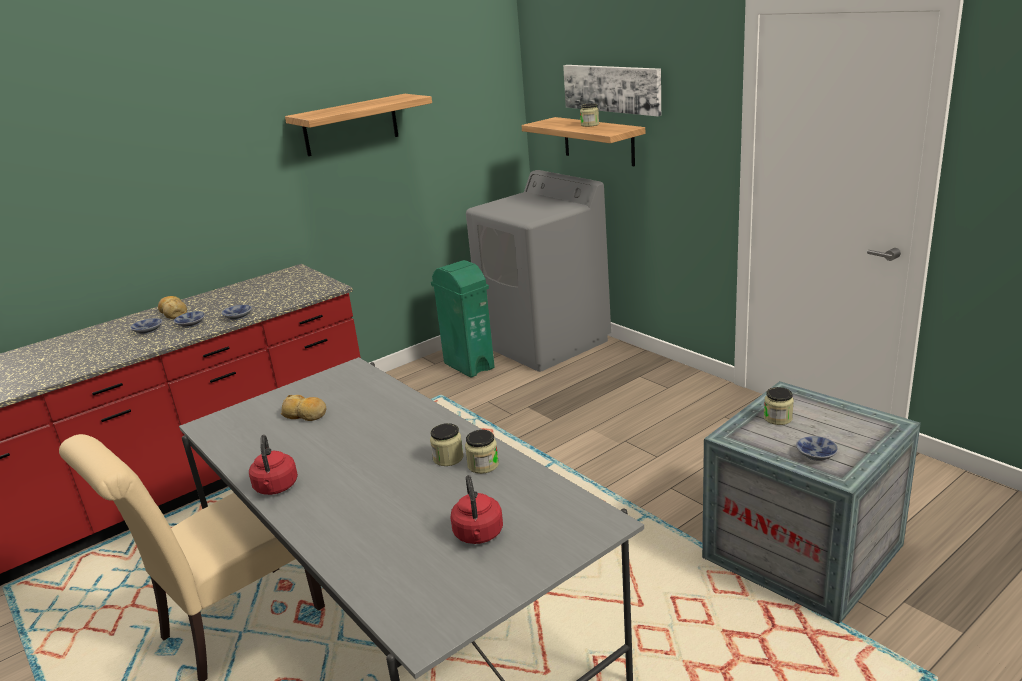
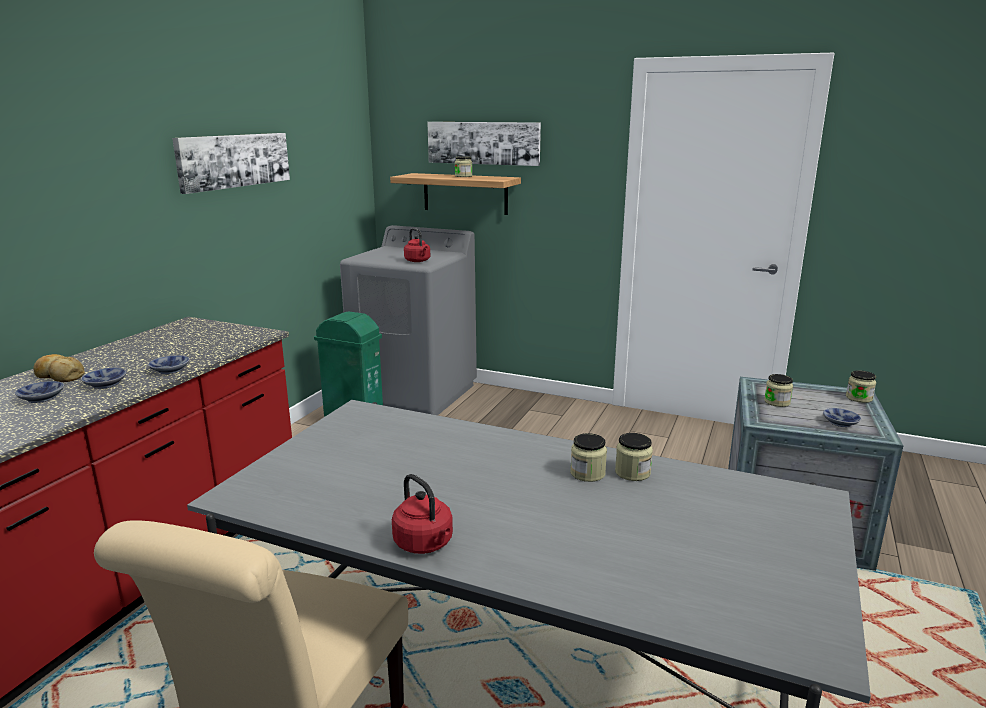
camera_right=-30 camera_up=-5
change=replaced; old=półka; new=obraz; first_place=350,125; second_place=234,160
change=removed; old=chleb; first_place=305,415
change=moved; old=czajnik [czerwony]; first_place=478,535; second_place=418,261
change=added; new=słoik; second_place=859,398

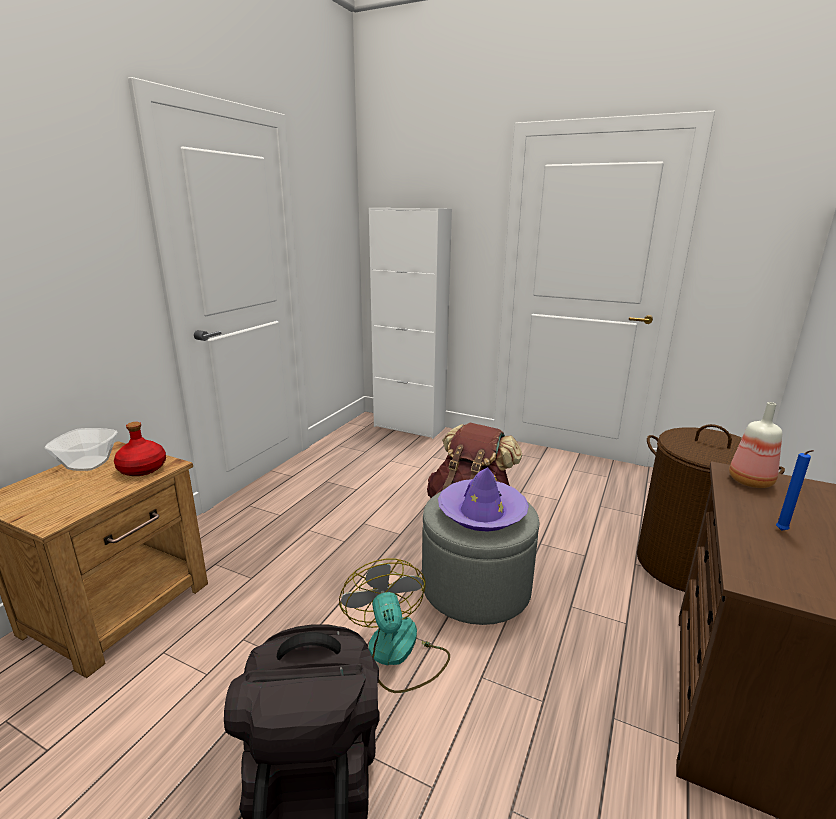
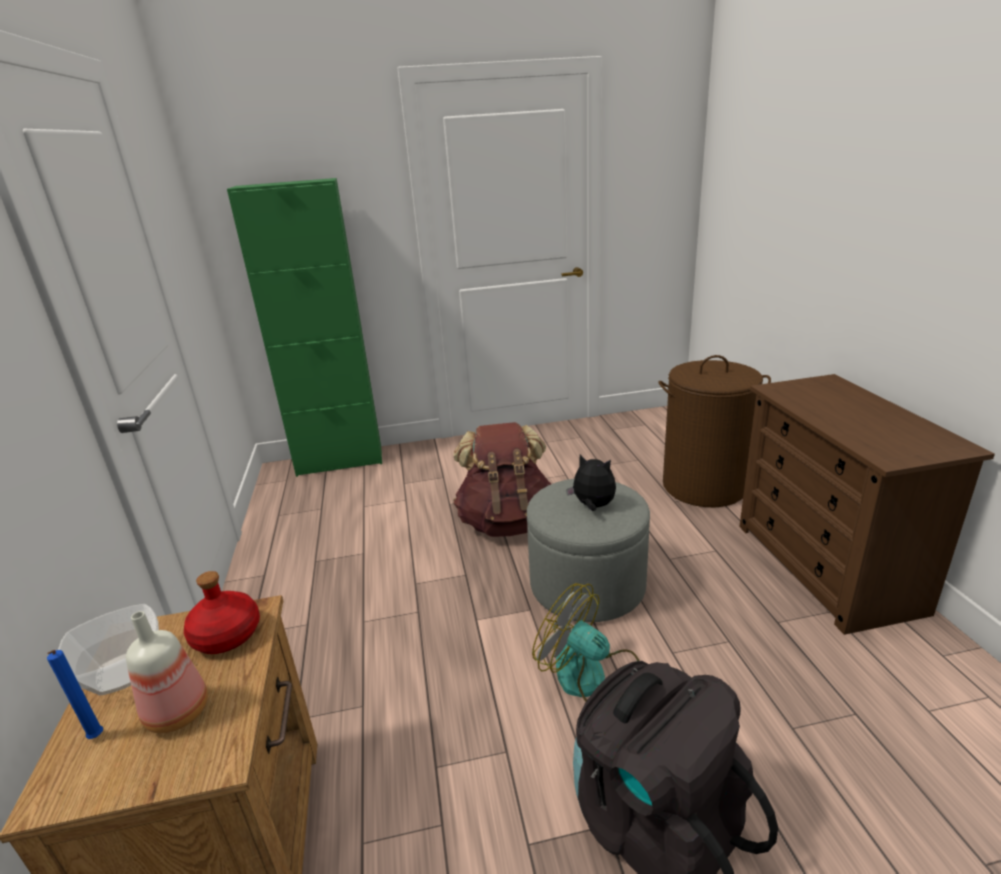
camera_right=-35 camera_up=5
change=recoloured; old=szafka [biały]; new=szafka [zielony]; first_place=409,427; second_place=340,461
change=moved; old=butelka; first_place=751,482; second_place=179,713
change=moved; old=świeca [niebieski]; first_place=782,531; second_place=96,739
change=replaced; old=kapelusz [fioletowy]; new=pluszak; first_place=481,512; second_place=593,506

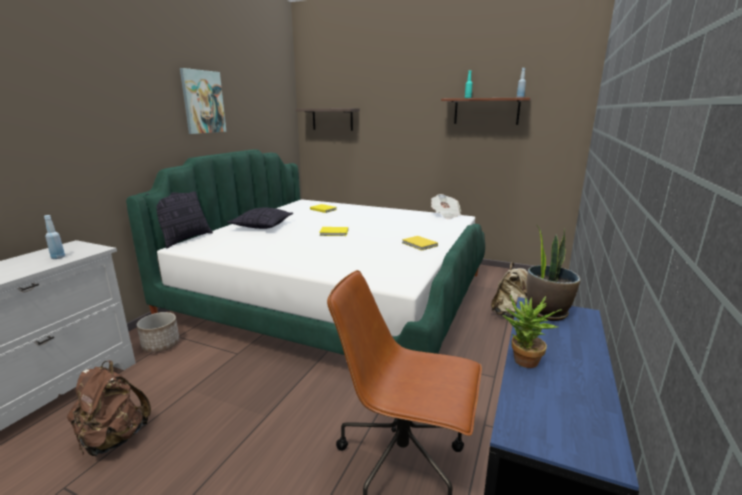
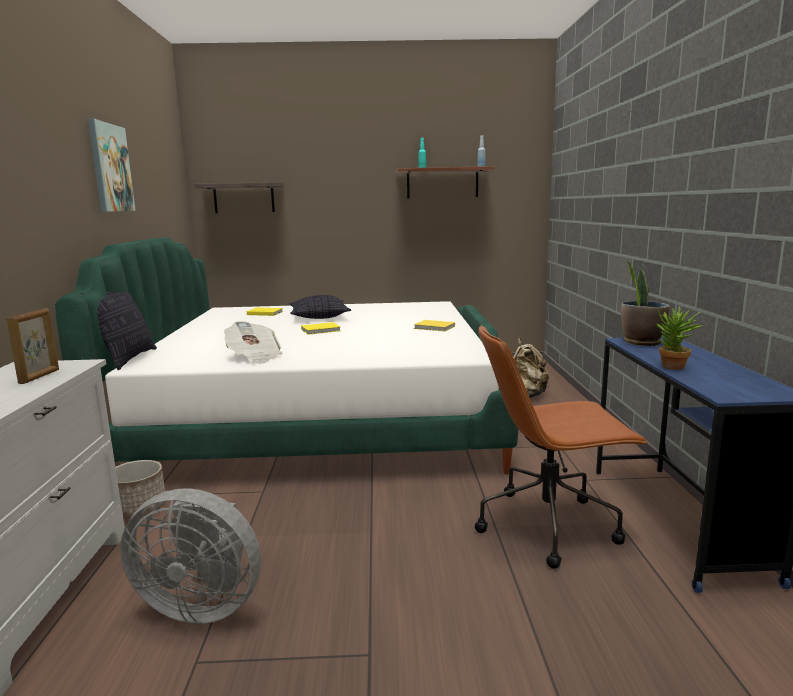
camera_right=-25 camera_up=-5
change=moved; old=gazeta; first_place=445,215; second_place=254,357
change=moved; old=poduszka; first_place=262,226; second_place=319,317
change=replaced; old=butelka [niebieski]; new=ramka na zdjęcie; first_place=58,257; second_place=40,376
change=replaced; old=plecak [brązowy]; new=wentylator [szary]; first_place=113,439; second_place=202,604

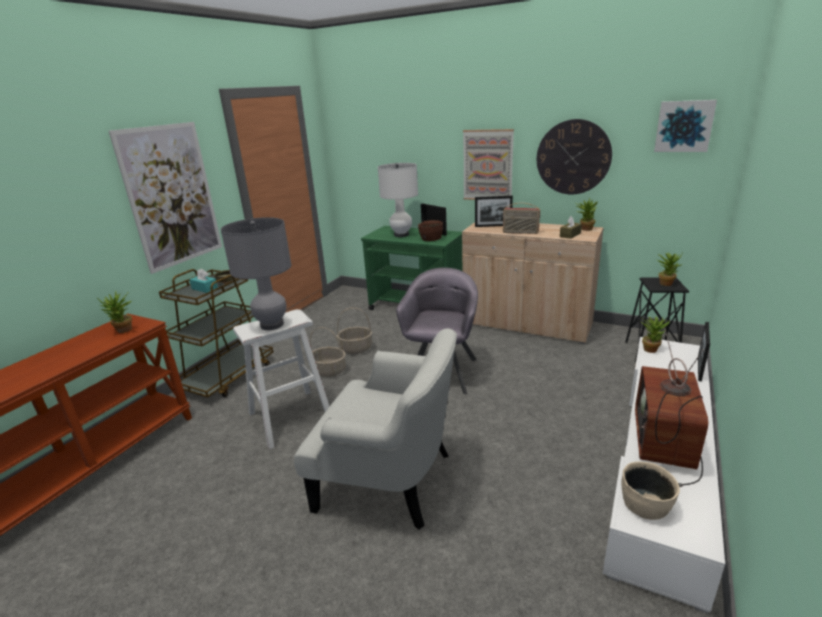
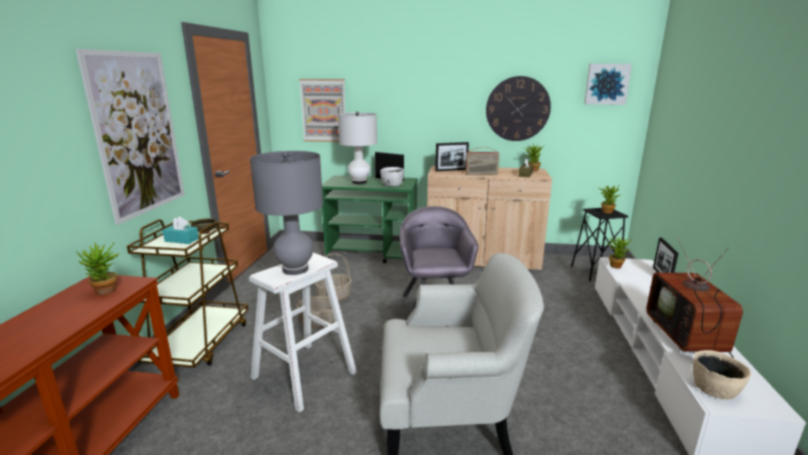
camera_right=-20 camera_up=-5
change=moved; old=obraz; first_place=488,165; second_place=324,110
change=recoloured; old=miska [brązowy]; new=miska [biały]; first_place=430,239; second_place=391,184

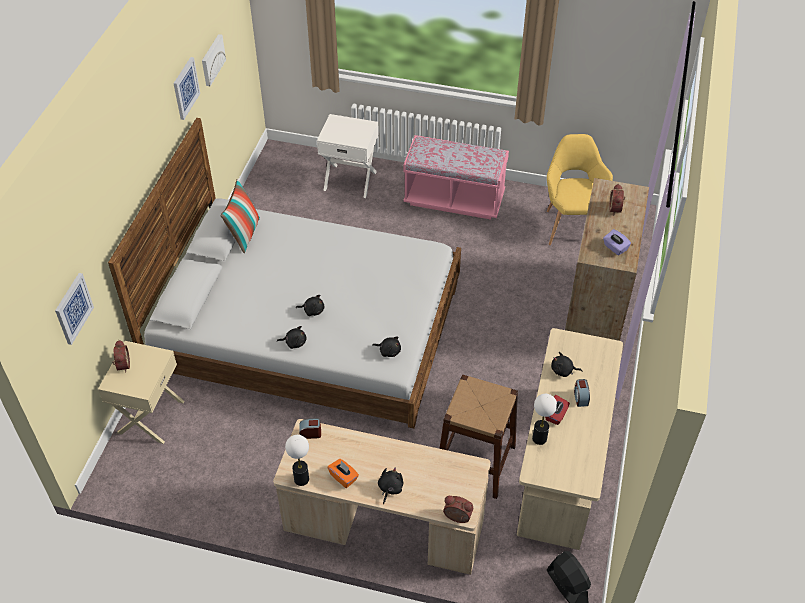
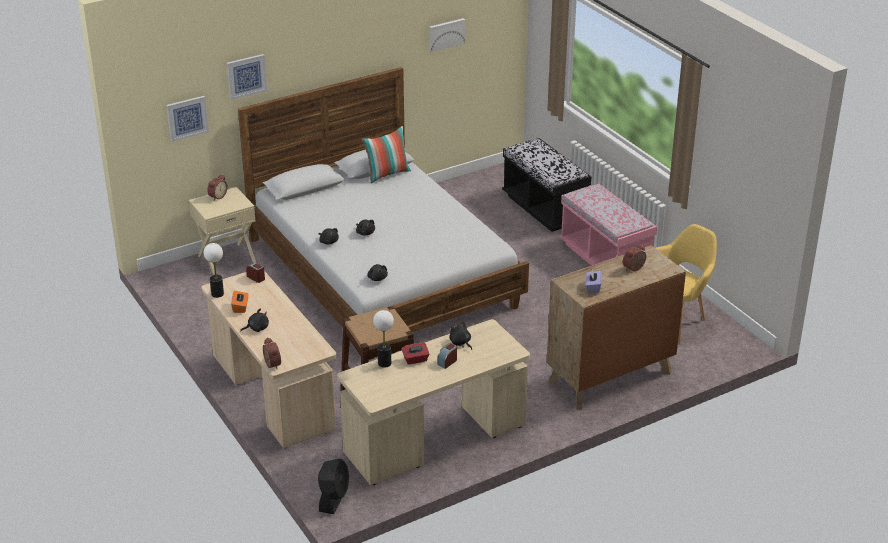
camera_right=45 camera_up=-15
change=moved; old=obraz; first_place=185,88; second_place=246,76
change=replaced; old=szafka nocna [biały]; new=ławka [czarny]; first_place=350,180; second_place=544,208

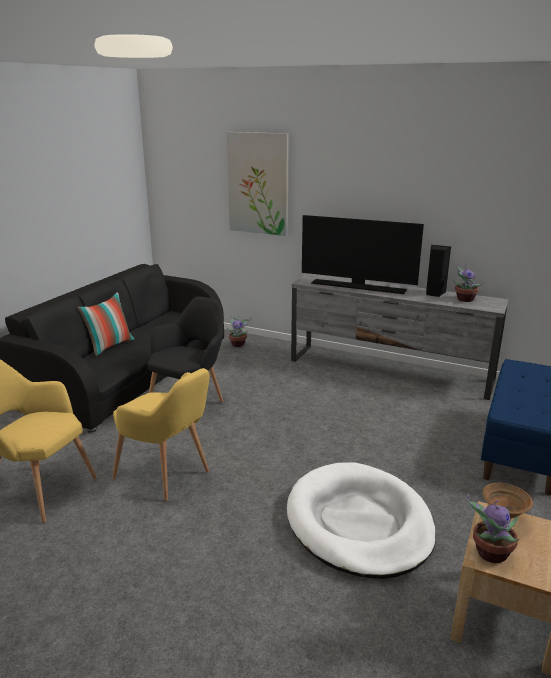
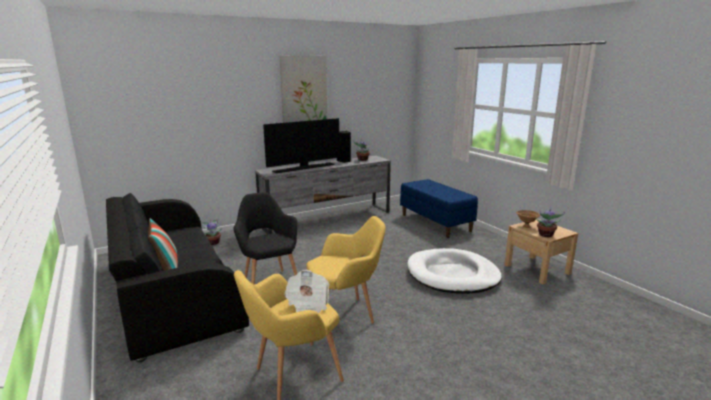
camera_right=-55 camera_up=-5
change=moved; old=obraz; first_place=258,184; second_place=304,93
change=added; new=gazeta; second_place=307,305

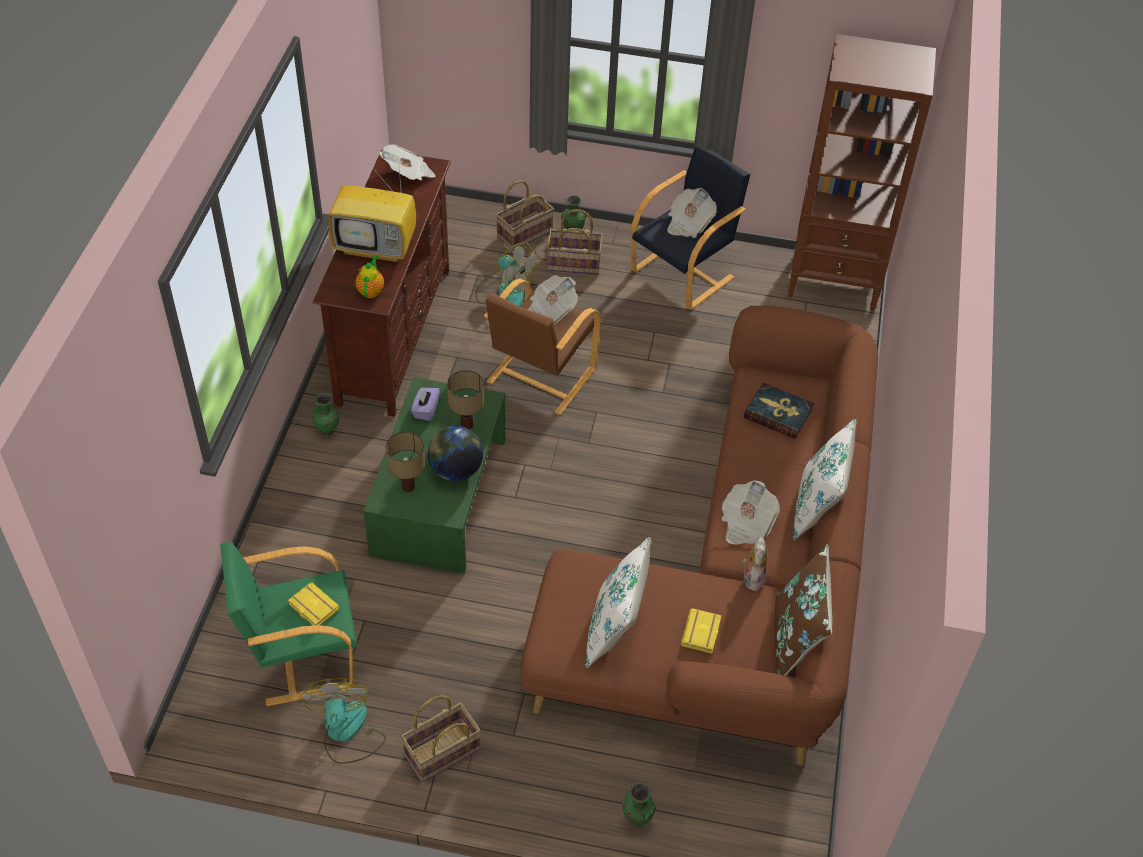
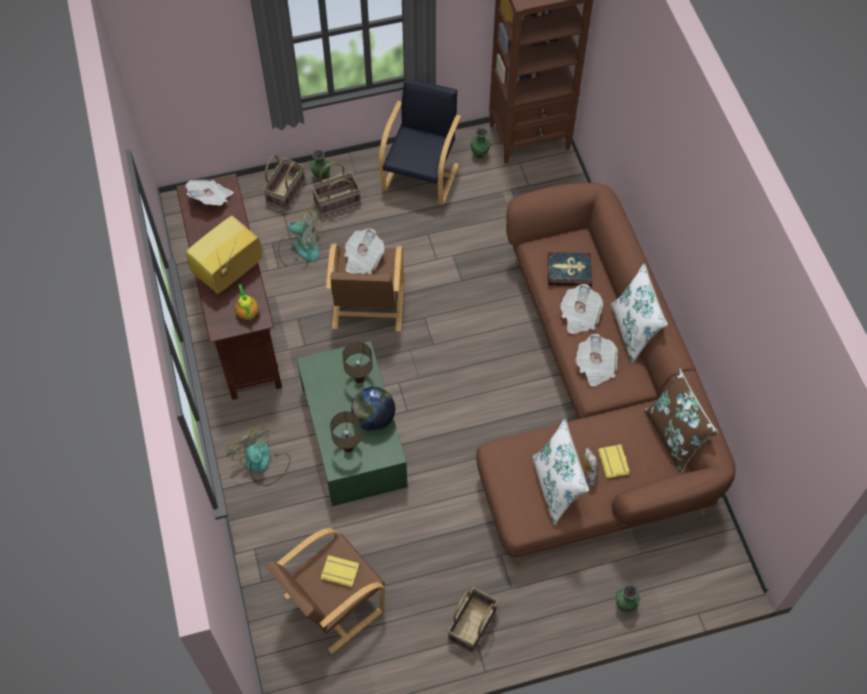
camera_right=-25 camera_up=10
change=turned; old=telewizor; first_place=377,247; second_place=228,273; degrees=150
change=moved; old=gazeta; first_place=688,223; second_place=579,316
change=removed; old=pudełko chusteczek [fioletowy]; first_place=425,410
change=moved; old=wazon [zielony]; first_place=328,431; second_place=480,155
change=moved; old=pluszak; first_place=752,577; second_place=586,475
change=recoloured; old=fotel [zielony]; new=fotel [brązowy]; first_place=301,655; second_place=331,604
change=moved; old=wentylator; first_place=346,732; second_place=262,464

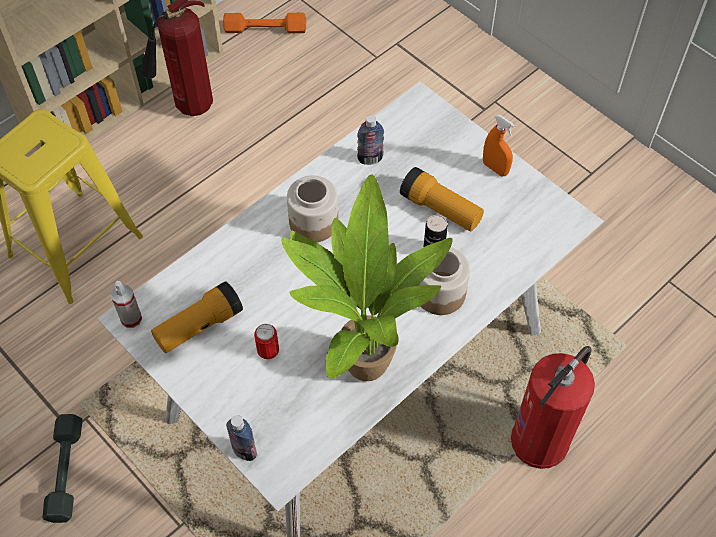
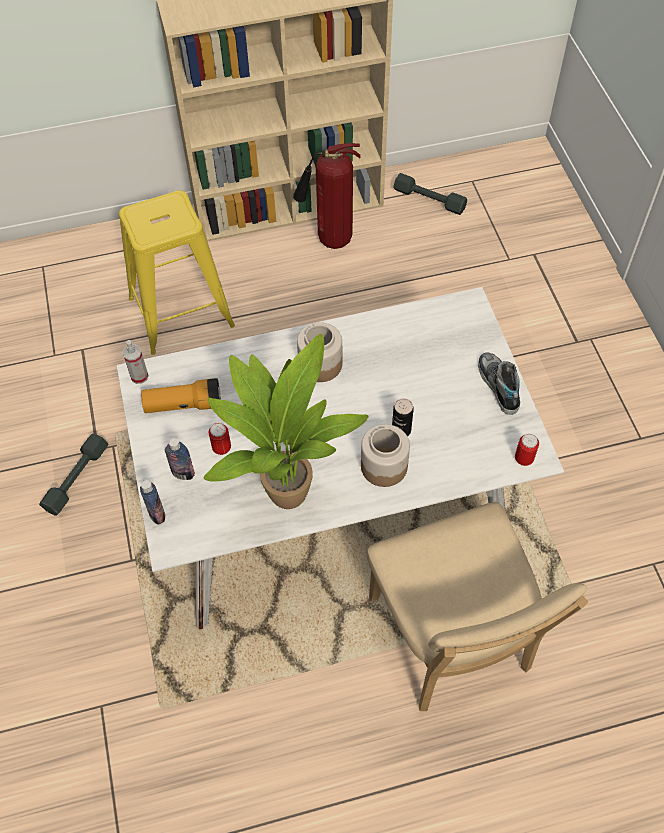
camera_right=30 camera_up=0
change=recoloured; old=hantel [pomarańczowy]; new=hantel [szary]; first_place=265,29; second_place=429,199
change=replaced; old=spryskiwacz [pomarańczowy]; new=but; first_place=495,168; second_place=498,386
change=moved; old=butelka; first_place=370,159; second_place=183,473
change=removed; old=latarka; first_place=440,209
change=replaced; old=gaśnica; new=krzesło [beżowy]; first_place=541,439; second_place=452,640
change=added; new=puszka; second_place=523,459

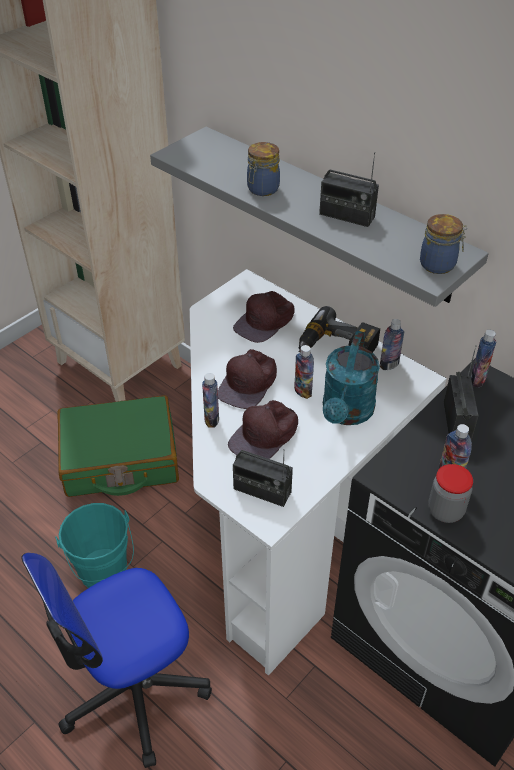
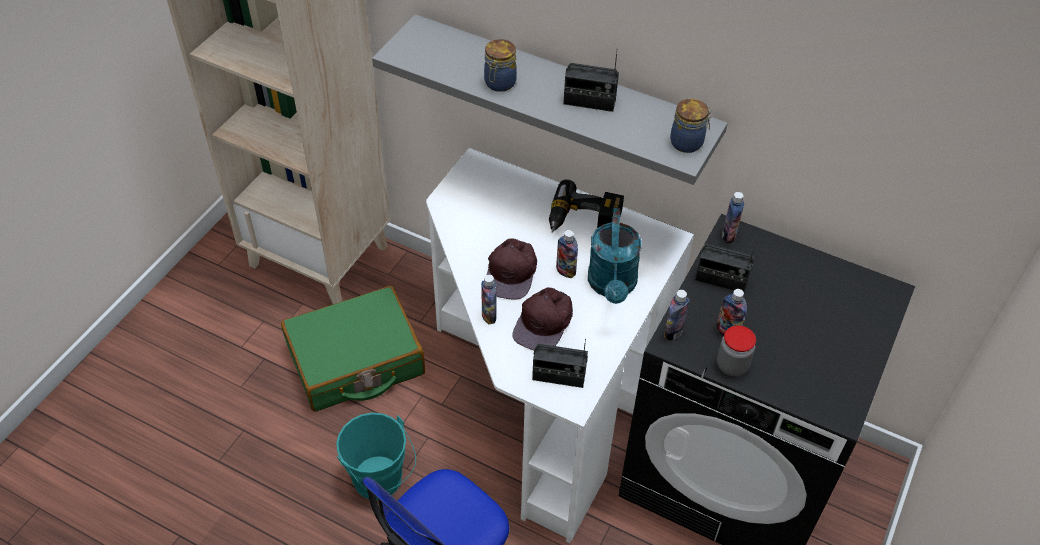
camera_right=-15 camera_up=5
change=removed; old=czapka z daszkiem [brązowy]; first_place=265,321
change=moved; old=butelka; first_place=389,365; second_place=673,332
change=turned; old=radio; first_place=457,421; second_place=721,280; degrees=120

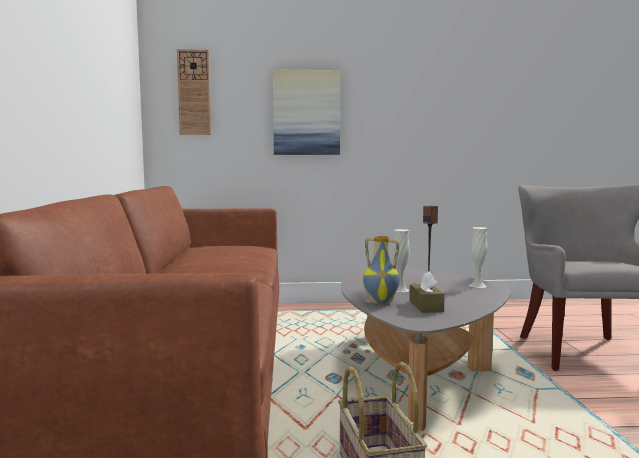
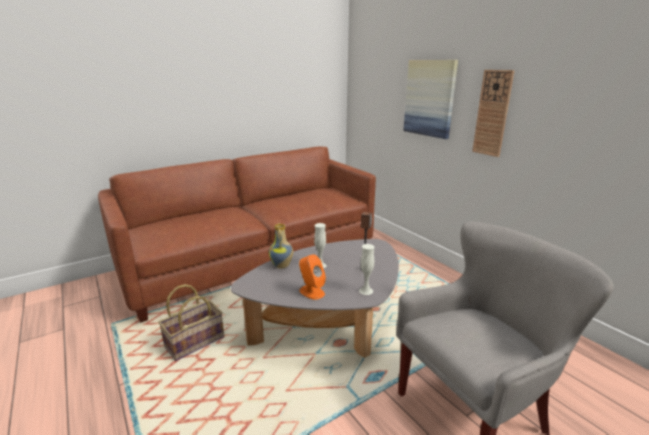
camera_right=60 camera_up=15
change=moved; old=zegar ścienny; first_place=194,92; second_place=492,113
change=removed; old=pudełko chusteczek [brązowy]; first_place=426,306
change=added; new=głośnik [pomarańczowy]; second_place=311,292

